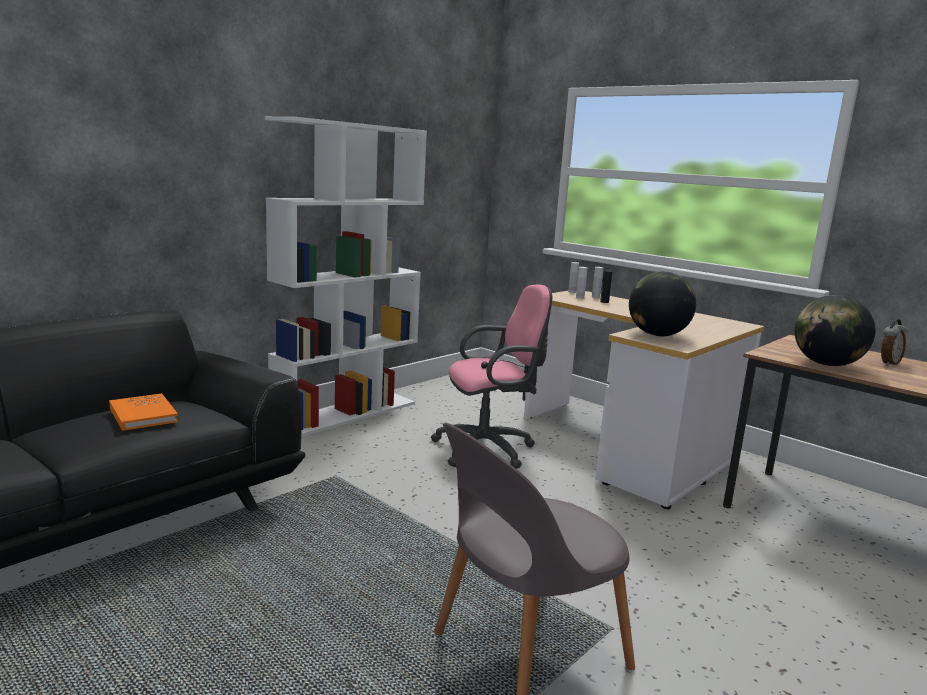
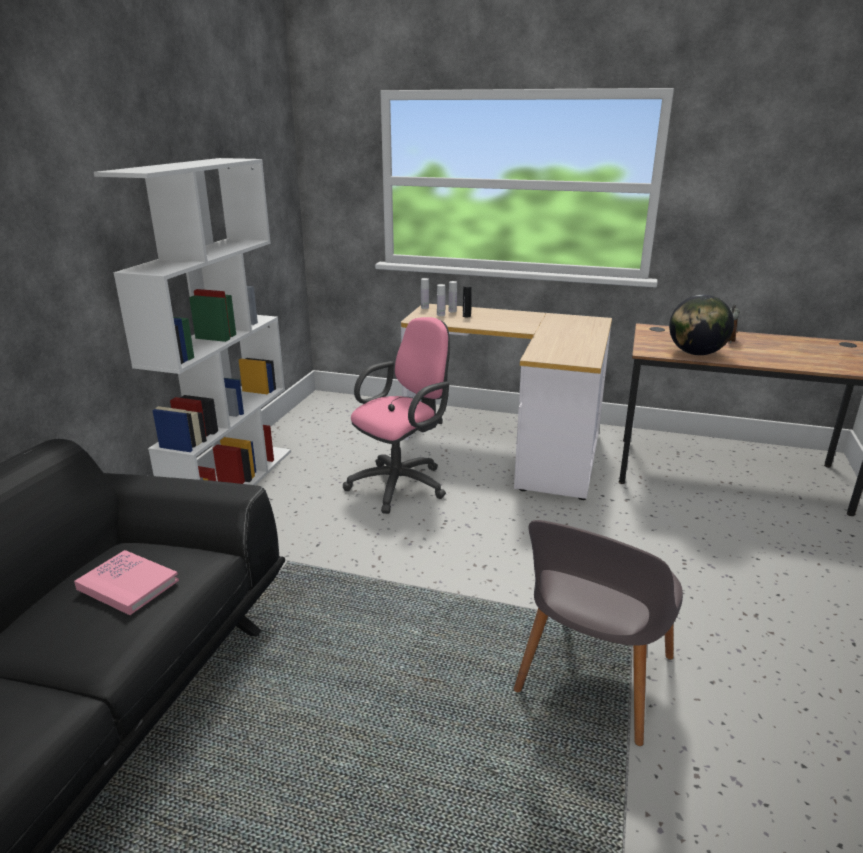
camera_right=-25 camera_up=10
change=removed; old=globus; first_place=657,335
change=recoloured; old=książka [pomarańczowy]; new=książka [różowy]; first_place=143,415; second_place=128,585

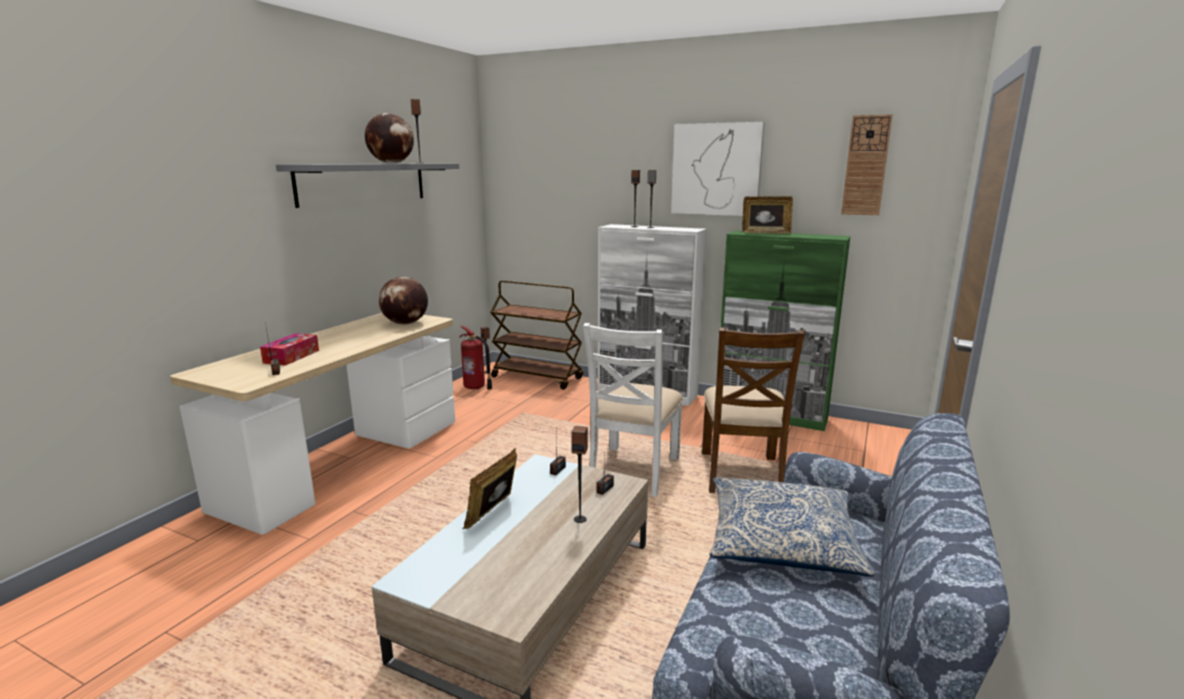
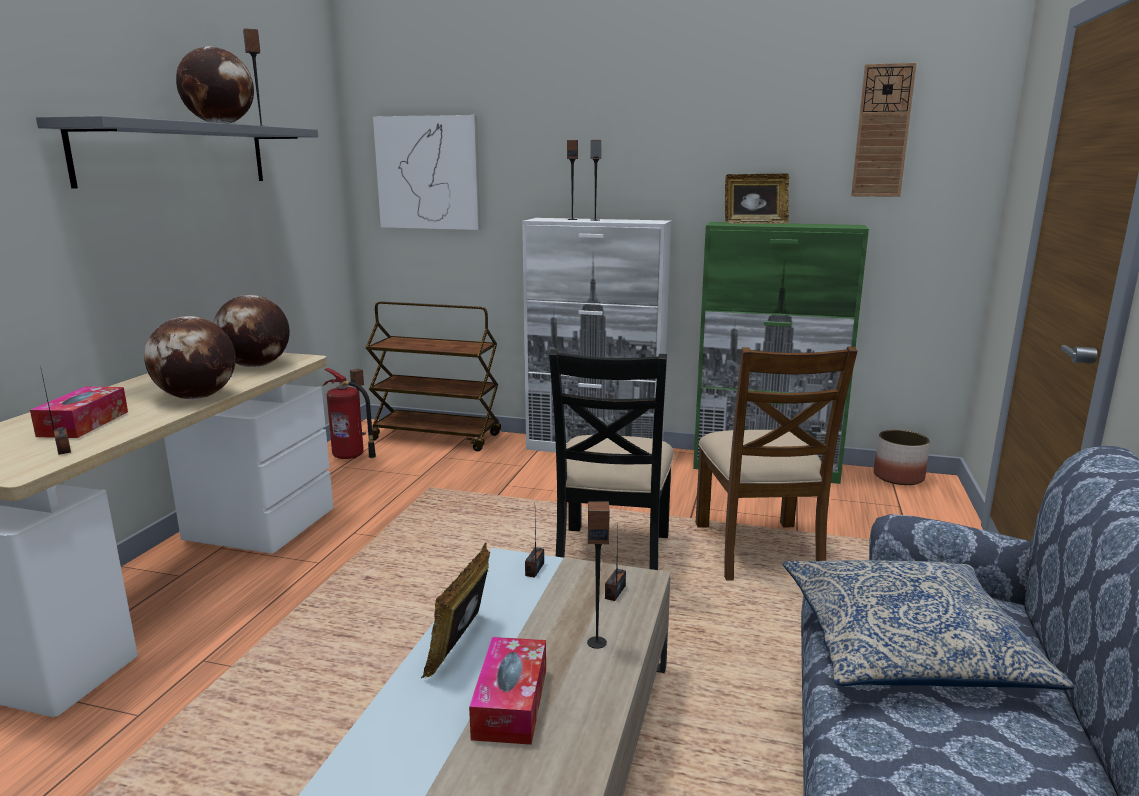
camera_right=-10 camera_up=0
change=moved; old=obraz; first_place=716,169; second_place=428,173
change=recoloured; old=krzesło [biały]; new=krzesło [czarny]; first_place=633,471; second_place=611,559
change=added; new=globus; second_place=197,397
change=added; new=donica; second_place=898,477
change=added; new=pudełko chusteczek; second_place=510,703

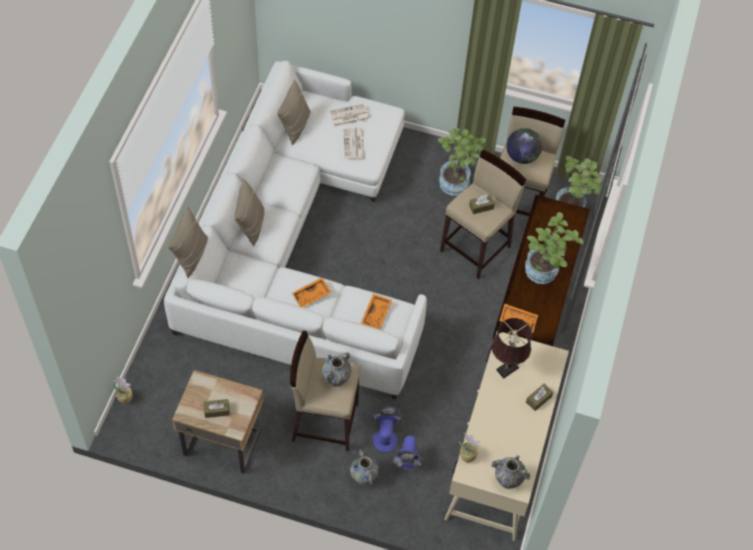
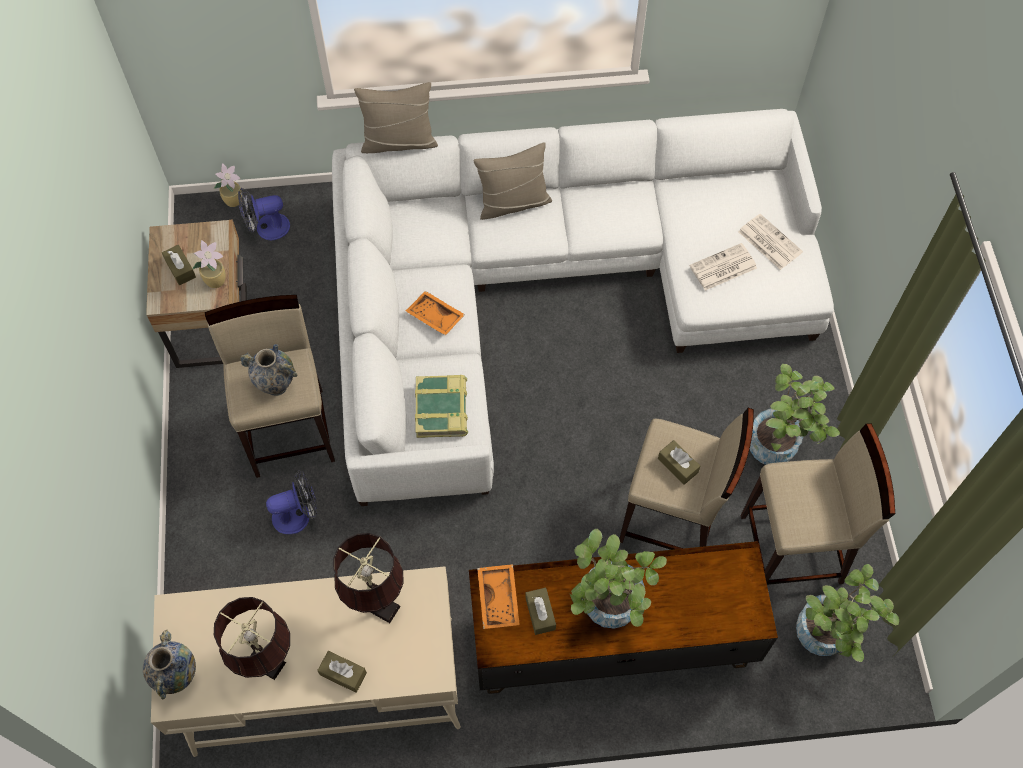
camera_right=70 camera_up=5
change=removed; old=poduszka [beżowy]; first_place=295,126
change=removed; old=globus; first_place=521,156
change=replaced; old=taca [pomarańczowy]; new=książka; first_place=376,314; second_place=442,409
change=moved; old=roślina doniczkowa; first_place=467,456; second_place=216,280
change=moved; old=wentylator; first_place=407,463; second_place=266,228
change=removed; old=wazon; first_place=363,478
change=added; new=pudełko chusteczek [brązowy]; second_place=540,613
change=added; new=lampa stołowa [brązowy]; second_place=269,664

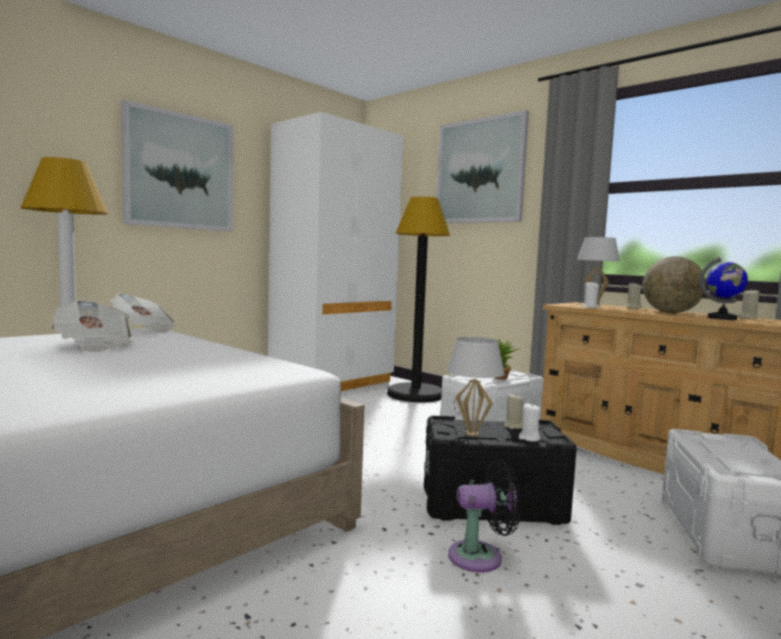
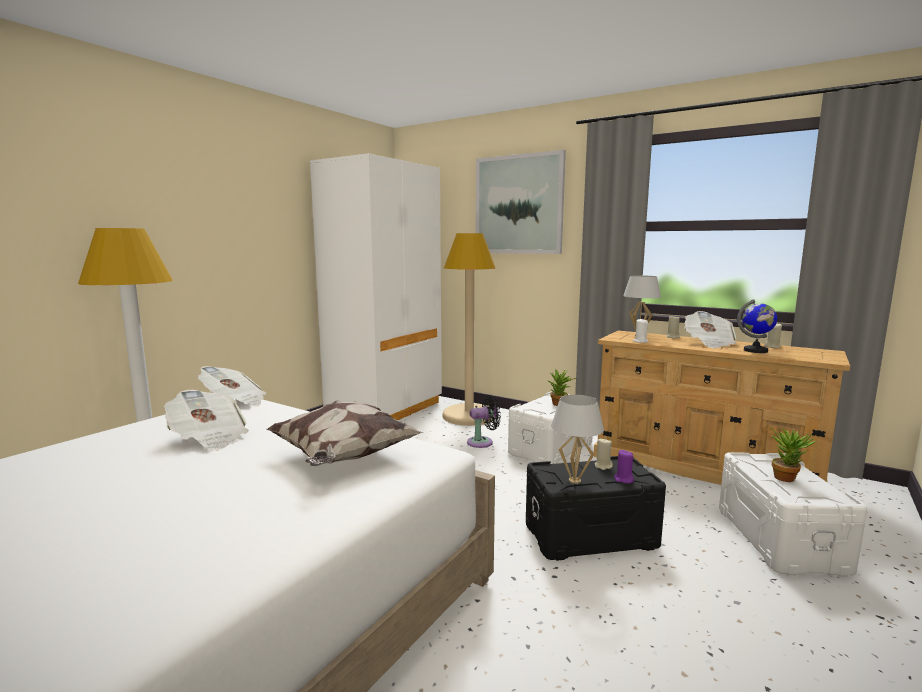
camera_right=-10 camera_up=5
change=removed; old=obraz; first_place=180,171
change=recoloured; old=lampa stojąca [czarny]; new=lampa stojąca [beżowy]; first_place=415,394; second_place=469,416
change=replaced; old=globus; new=gazeta; first_place=670,312; second_place=708,343
change=recoloured; old=świeca [biały]; new=świeca [fioletowy]; first_place=529,438; second_place=623,479
change=moved; old=wentylator [czarny]; first_place=481,557; second_place=482,442
change=added; new=poduszka; second_place=343,457
change=added; new=roślina doniczkowa; second_place=787,477

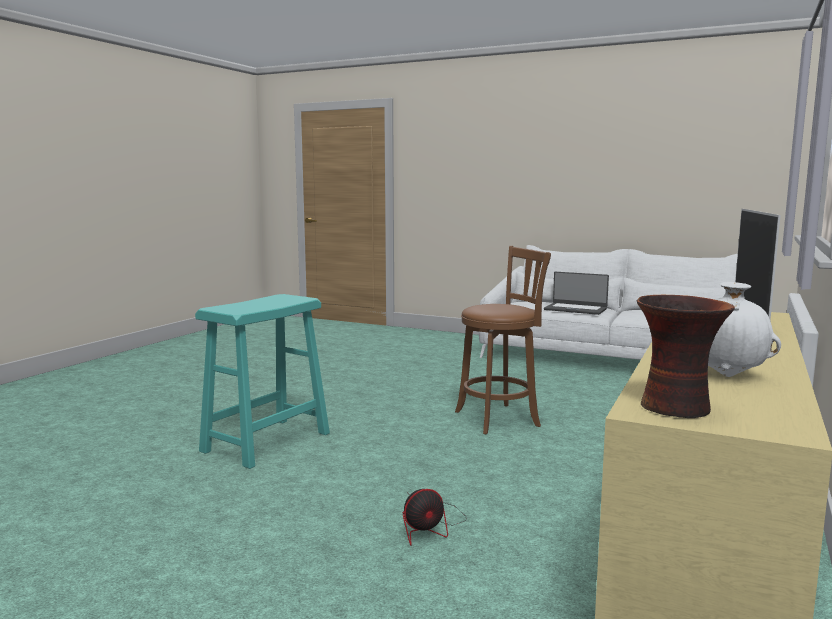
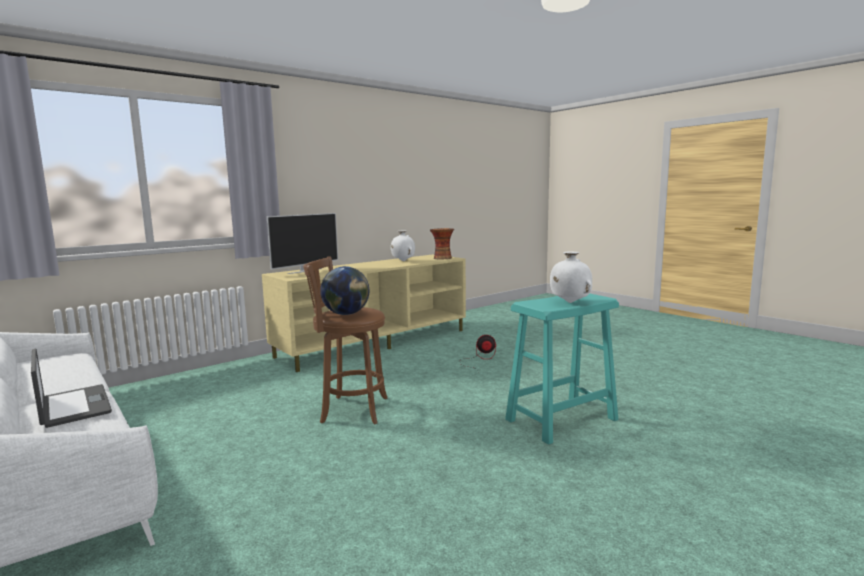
camera_right=-155 camera_up=0
change=added; new=wazon [biały]; second_place=569,302
change=added; new=globus; second_place=346,314

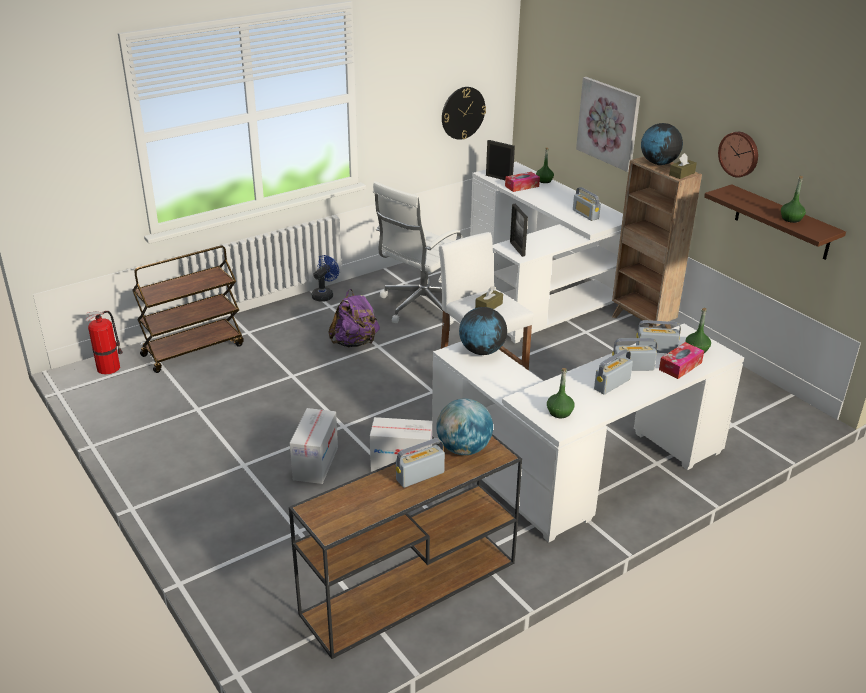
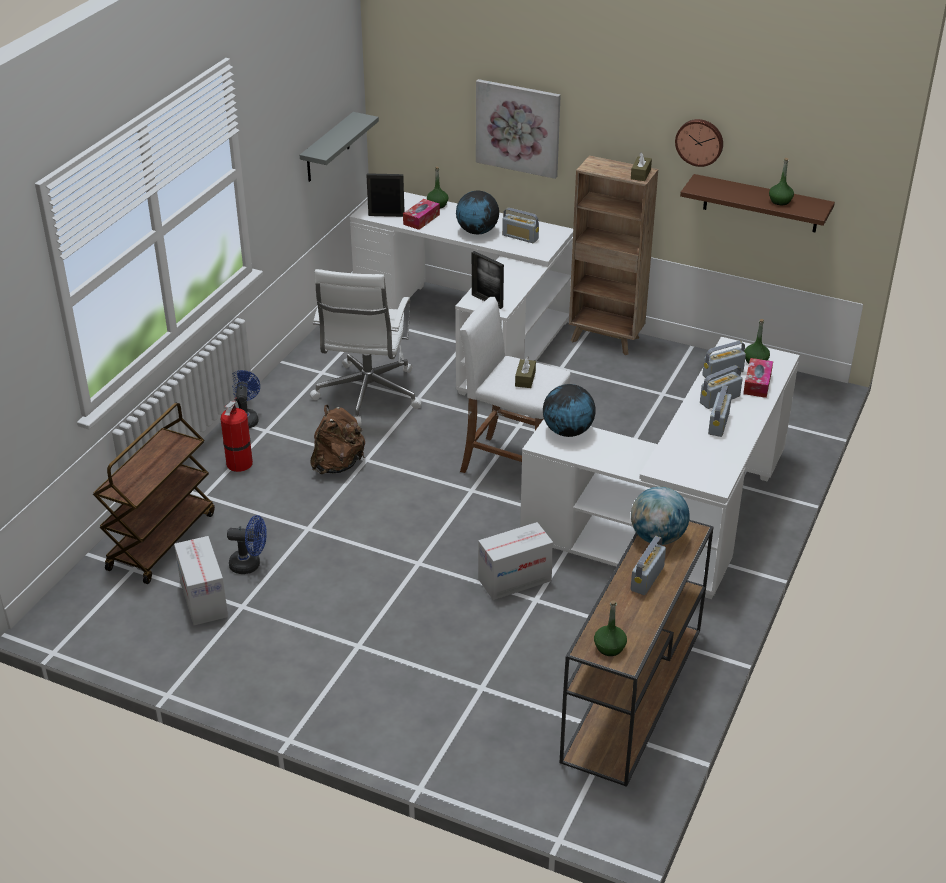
camera_right=-30 camera_up=5
change=replaced; old=zegar ścienny; new=półka [szary]; first_place=463,113; second_place=327,148
change=moved; old=globus; first_place=658,163; second_place=477,232
change=recoloured; old=plecak [fioletowy]; new=plecak [brązowy]; first_place=355,343; second_place=338,465
change=moved; old=gaśnica; first_place=109,367; second_place=240,462
change=moved; old=butelka [zielony]; first_place=559,412; second_place=609,647
change=moved; old=karton; first_place=315,463; second_place=203,599
change=added; new=wentylator [niebieski]; second_place=250,564

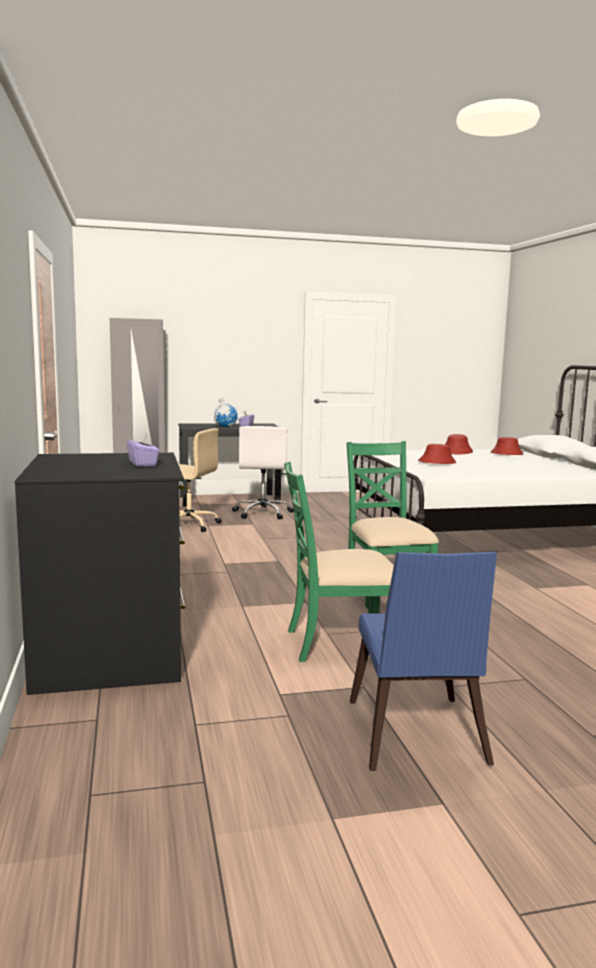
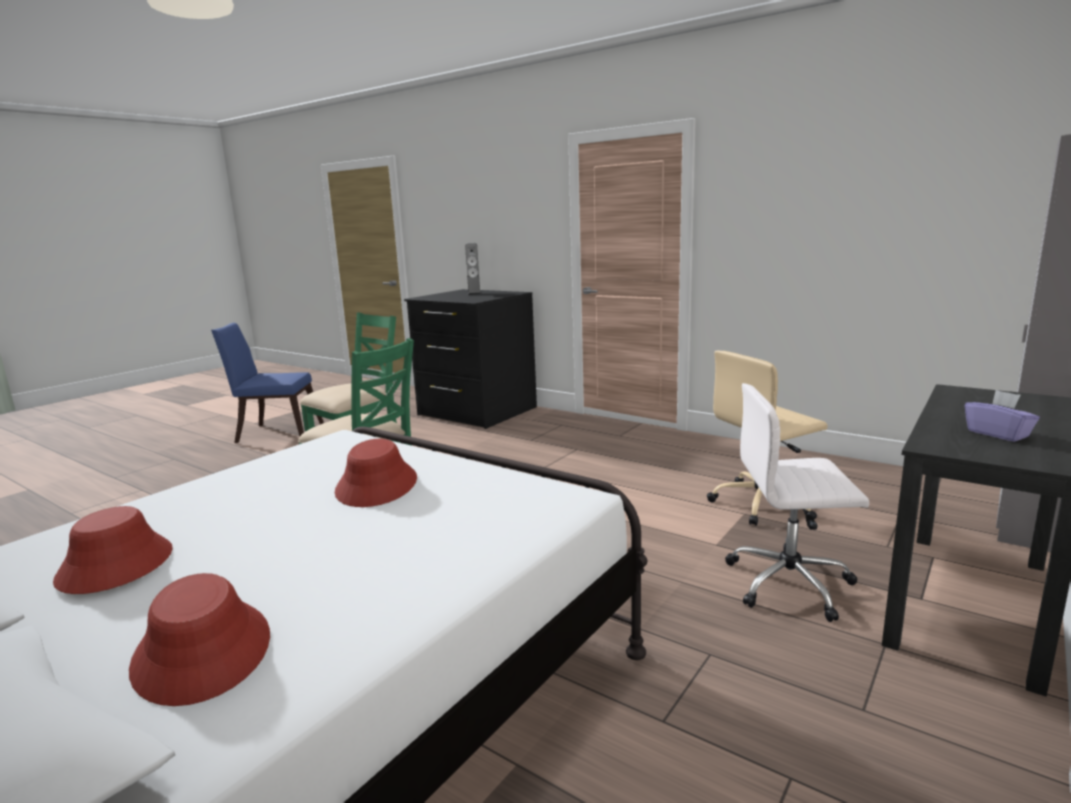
camera_right=140 camera_up=5
change=removed; old=globus; first_place=225,427
change=turned; old=krzesło biurowe [biały]; first_place=263,513; second_place=791,583; degrees=-45
change=removed; old=pudełko chusteczek [fioletowy]; first_place=143,464
change=moved; old=kapelusz [czerwony]; first_place=456,451; second_place=115,565
change=turned; old=krzesło [niebieski]; first_place=415,738; second_place=275,433; degrees=-45
change=added; new=głośnik; second_place=474,293

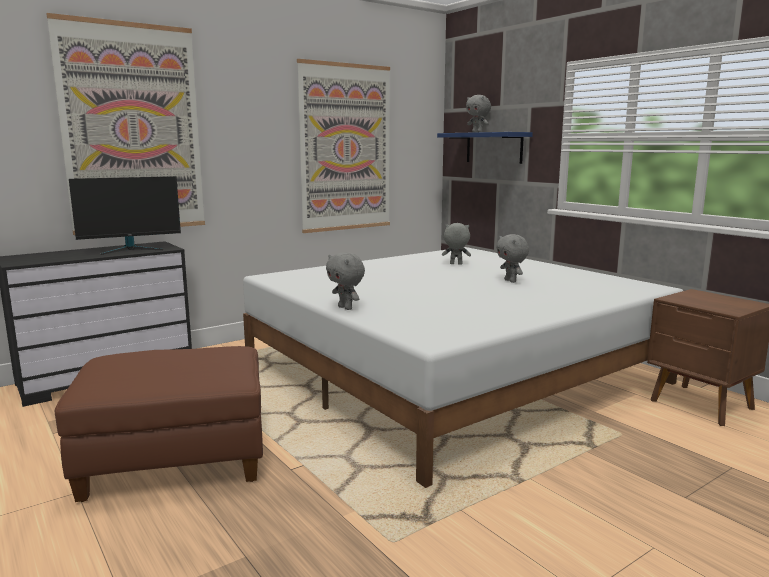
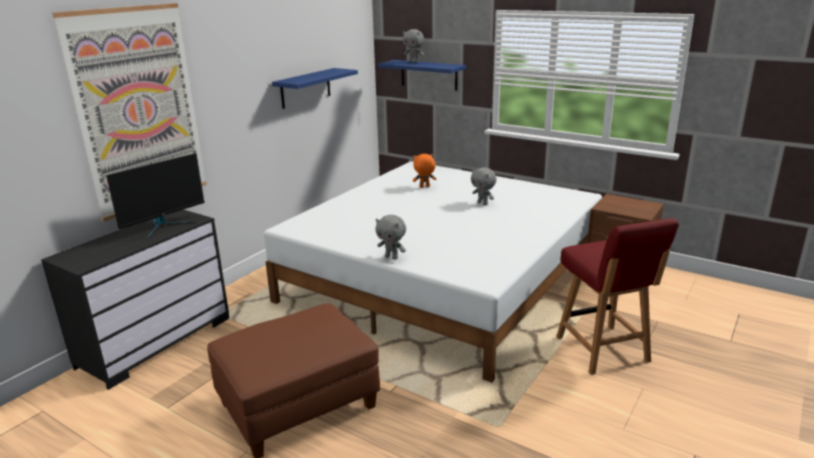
camera_right=-20 camera_up=10
change=replaced; old=obraz; new=półka [niebieski]; first_place=346,148; second_place=305,88
change=recoloured; old=pluszak [szary]; new=pluszak [pomarańczowy]; first_place=455,264; second_place=424,187
change=added; new=krzesło [czerwony]; second_place=603,350

